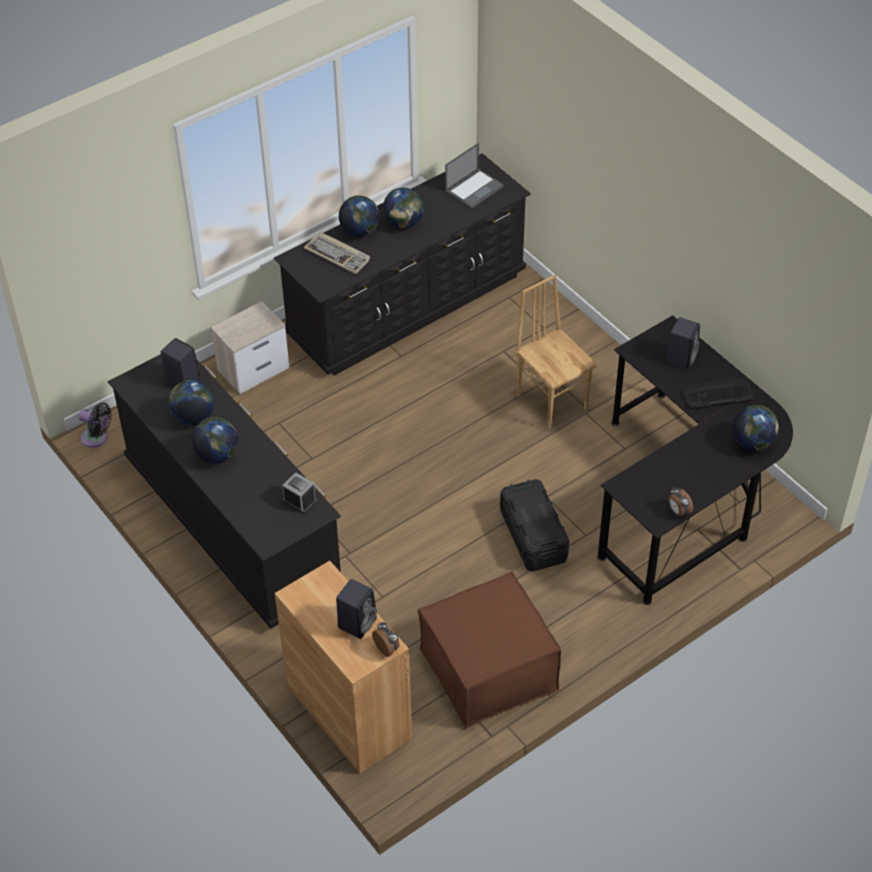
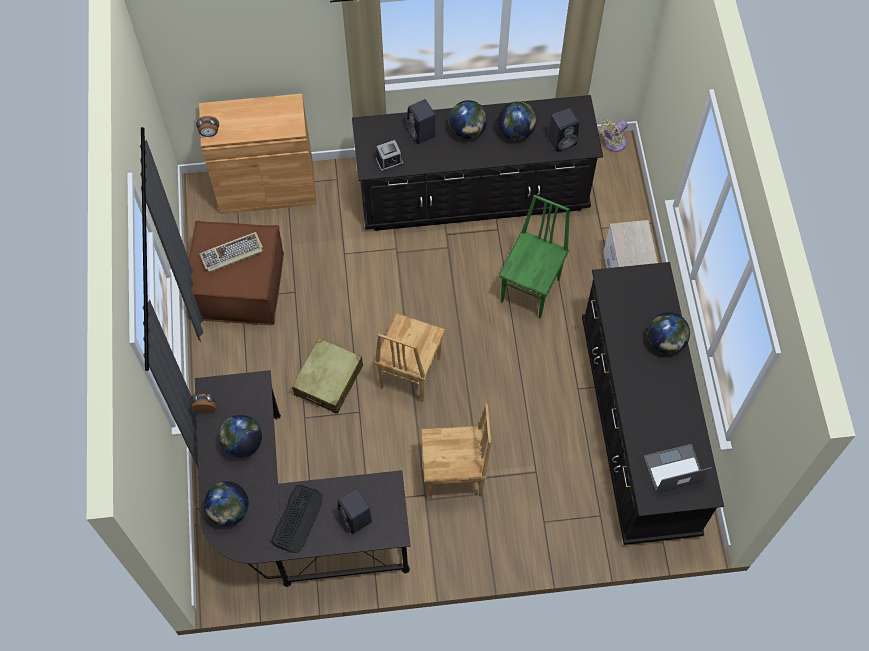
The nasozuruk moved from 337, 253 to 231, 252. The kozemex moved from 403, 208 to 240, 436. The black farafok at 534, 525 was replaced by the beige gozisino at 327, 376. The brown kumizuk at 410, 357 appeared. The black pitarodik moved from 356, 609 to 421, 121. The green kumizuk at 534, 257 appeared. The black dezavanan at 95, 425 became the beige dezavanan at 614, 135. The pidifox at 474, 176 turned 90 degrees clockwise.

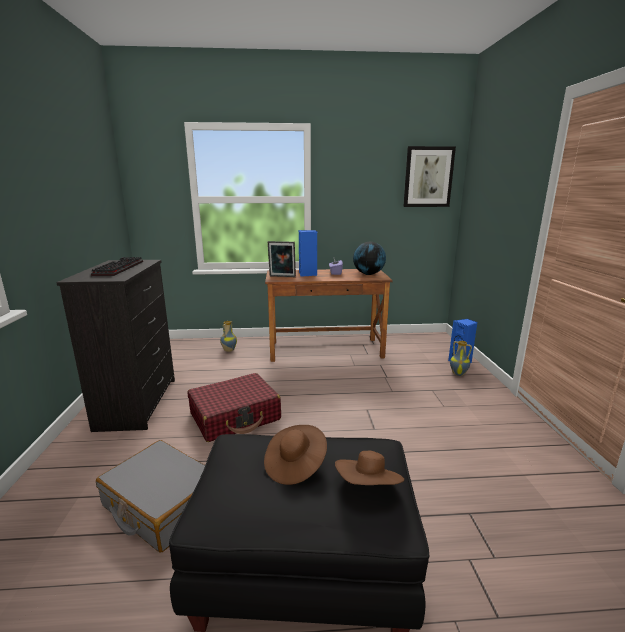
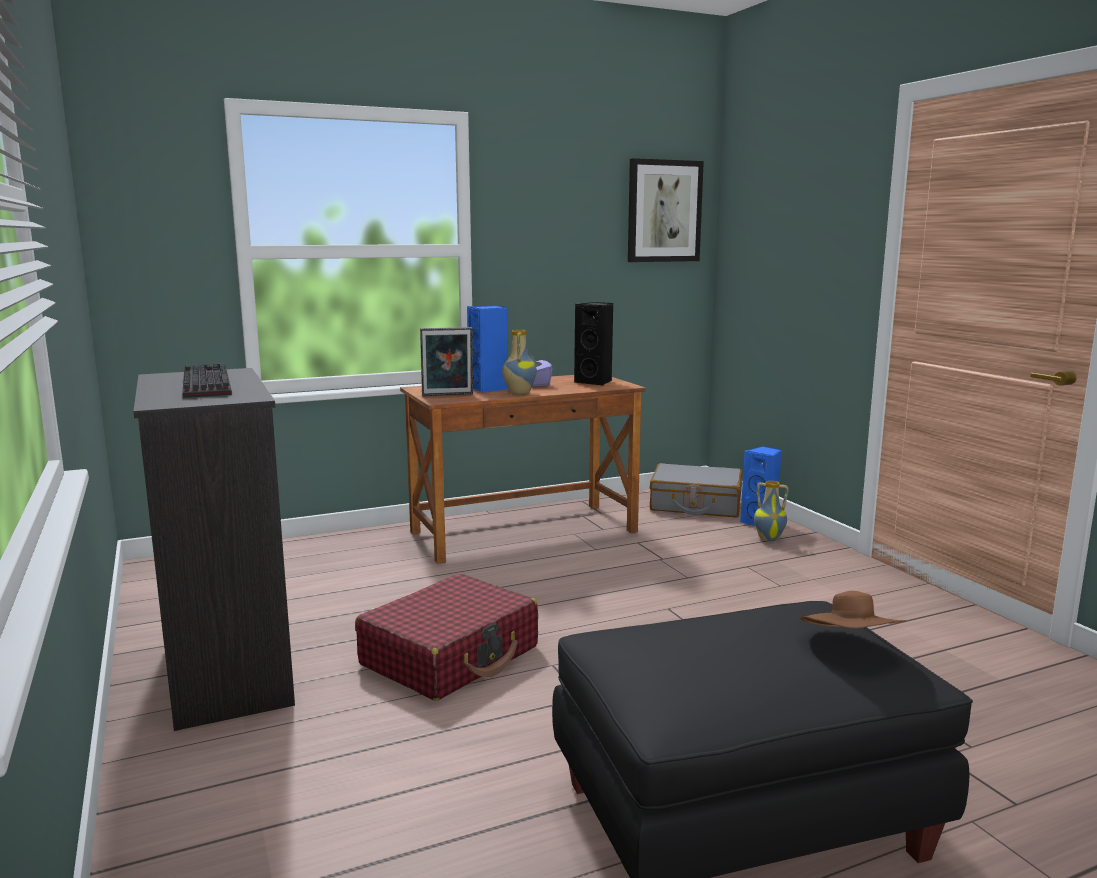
The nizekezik moved from 228, 336 to 519, 362. The kozemex at 369, 258 was replaced by the black pitarodik at 593, 343. The grey gozisino moved from 150, 496 to 696, 490. The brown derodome at 295, 455 disappeared.

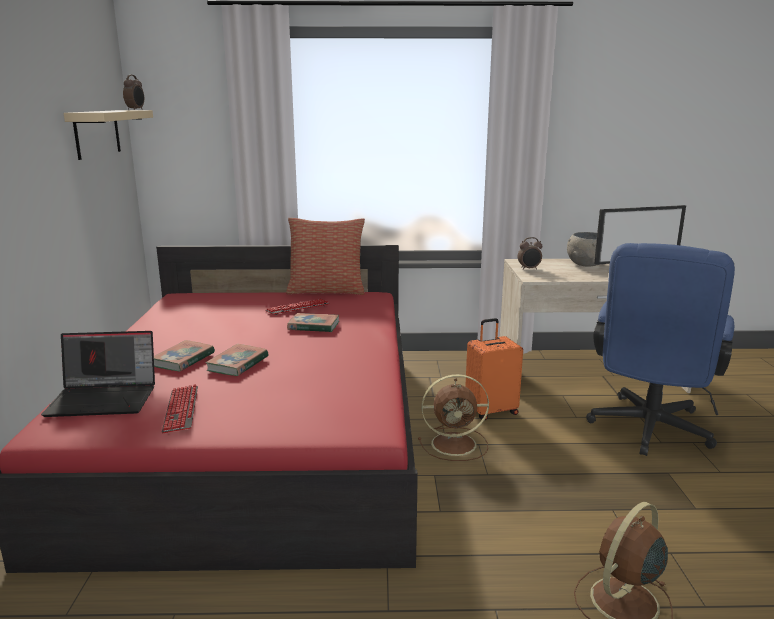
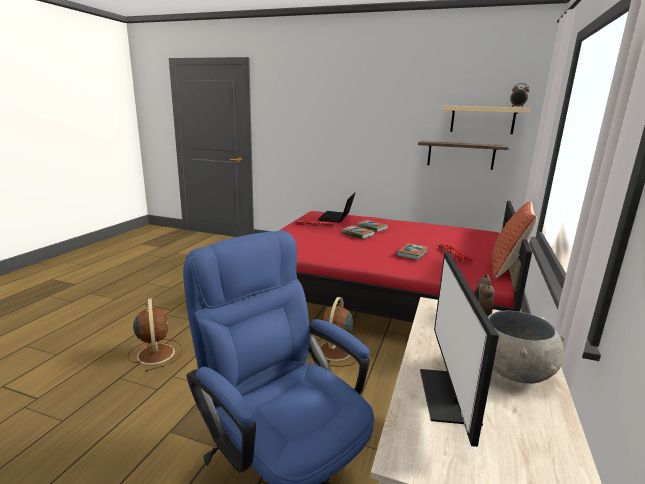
The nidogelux at 463, 155 appeared. The orange gozisino at 494, 369 disappeared.

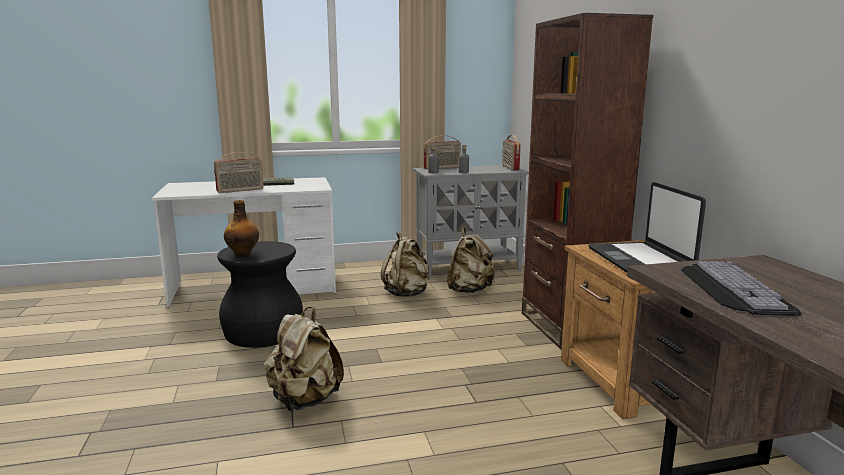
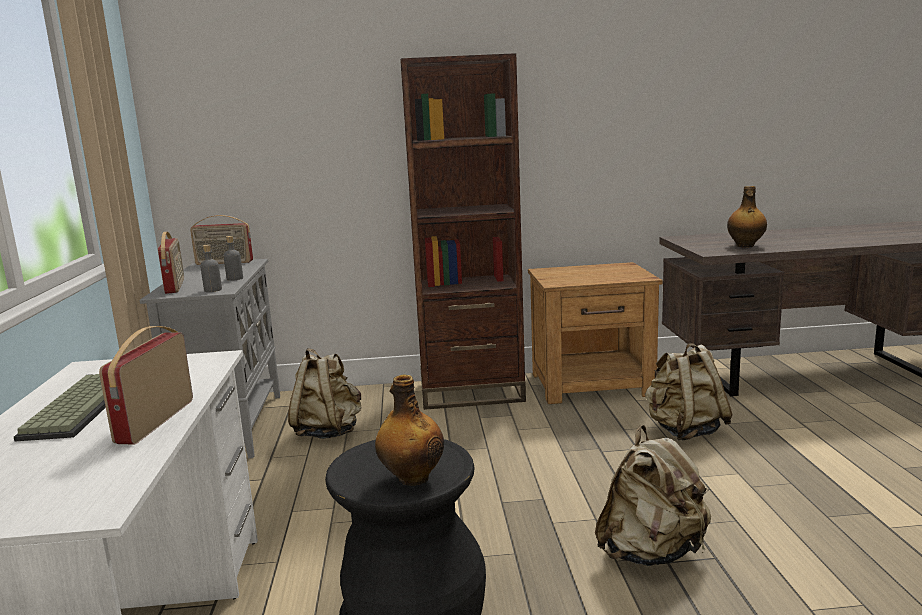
The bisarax at 239, 172 turned 150 degrees counterclockwise. The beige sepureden moved from 405, 264 to 688, 391. The nasozuruk at 741, 288 was replaced by the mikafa at 747, 217. The pidifox at 647, 227 disappeared.

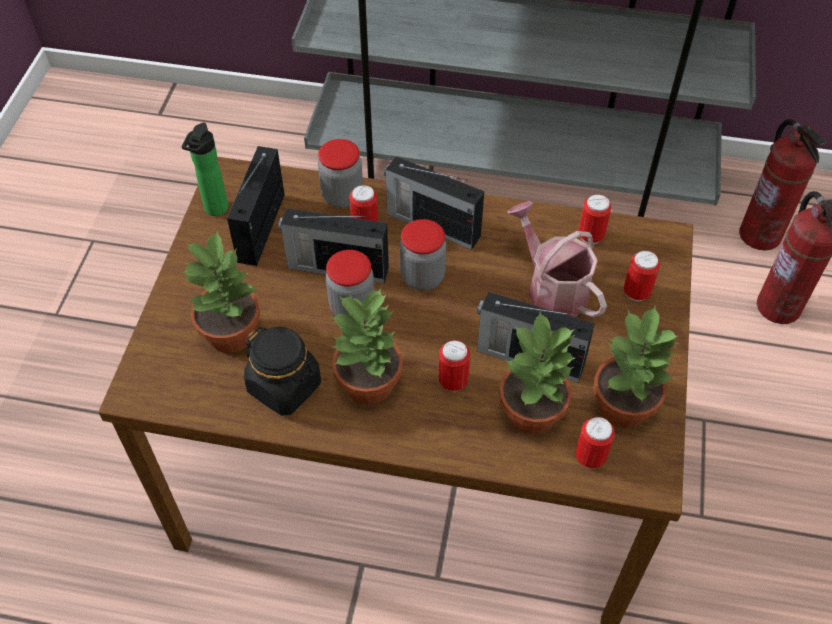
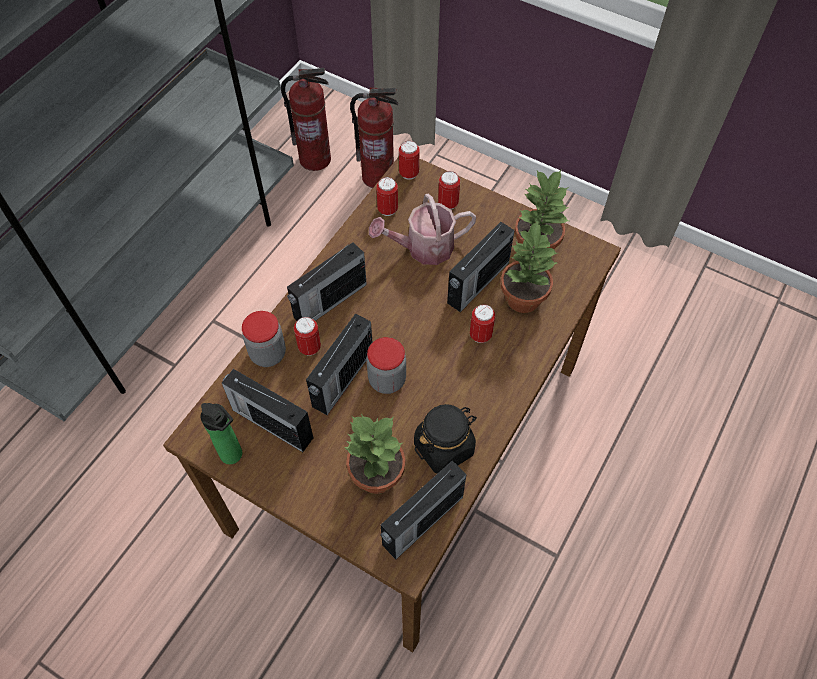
The bisarax at 423, 510 appeared. The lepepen moved from 595, 442 to 409, 160. The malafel at 367, 346 disappeared. The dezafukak at 423, 255 disappeared.

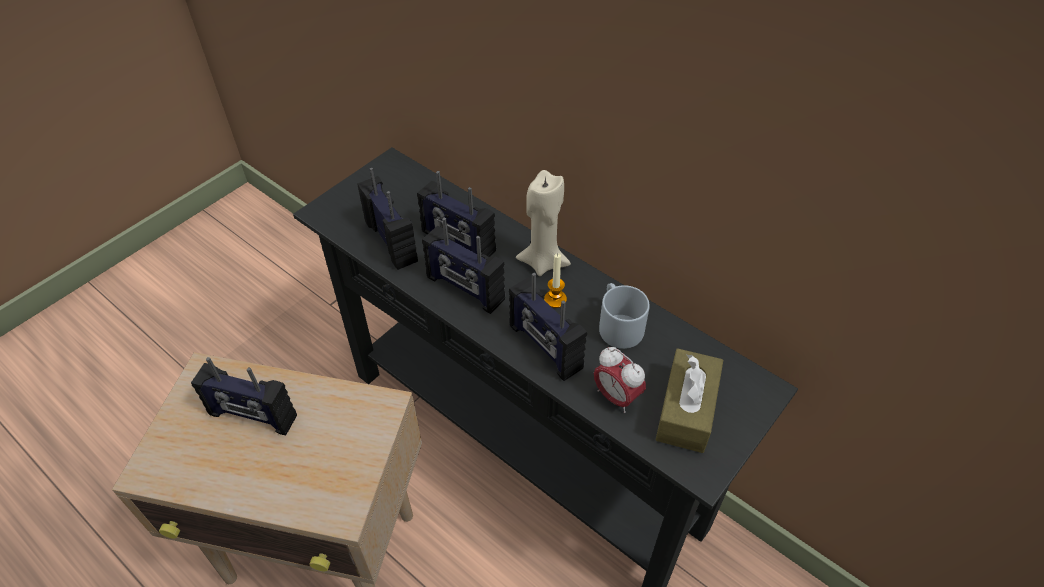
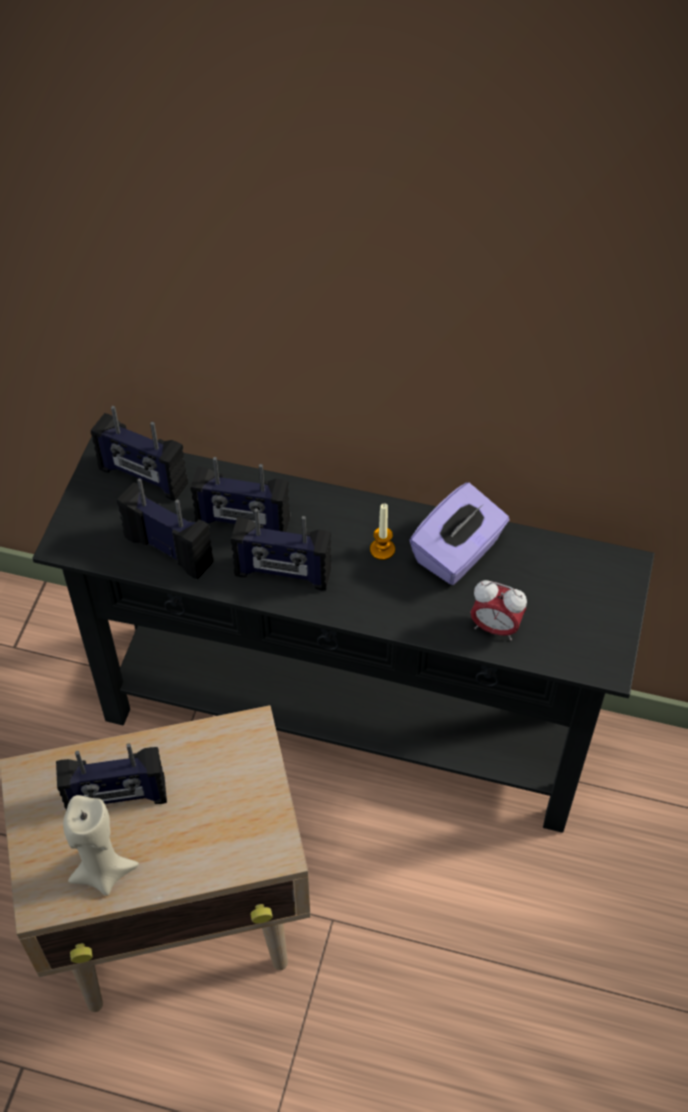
The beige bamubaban moved from 543, 223 to 101, 845. The bisarax moved from 548, 327 to 139, 453. The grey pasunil at 624, 316 was replaced by the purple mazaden at 460, 533. The brown mazaden at 689, 400 disappeared.

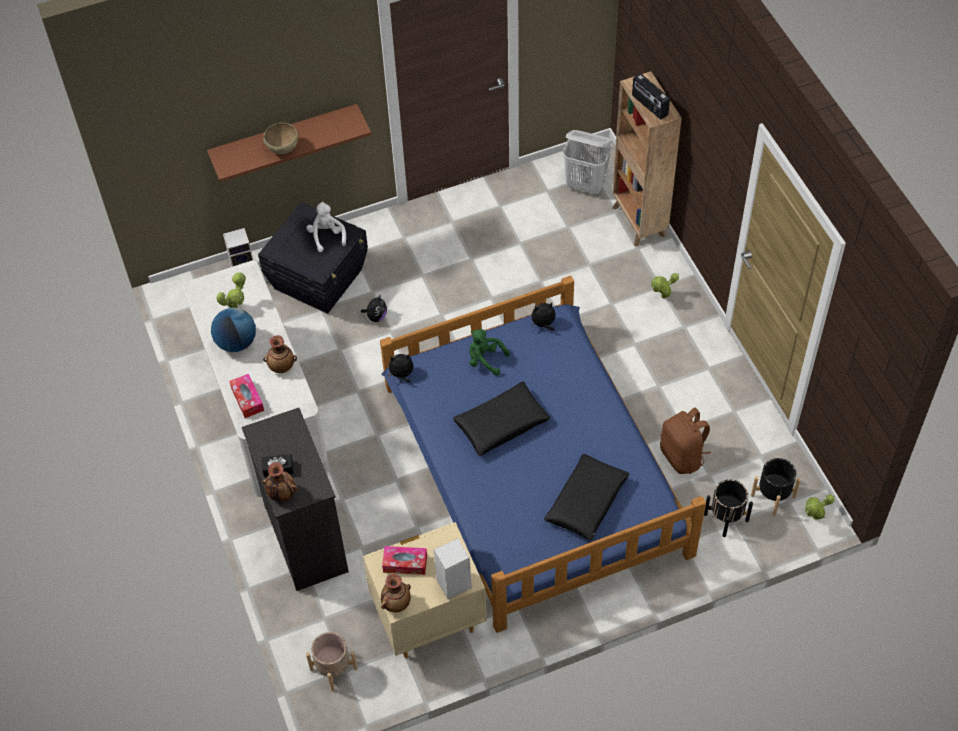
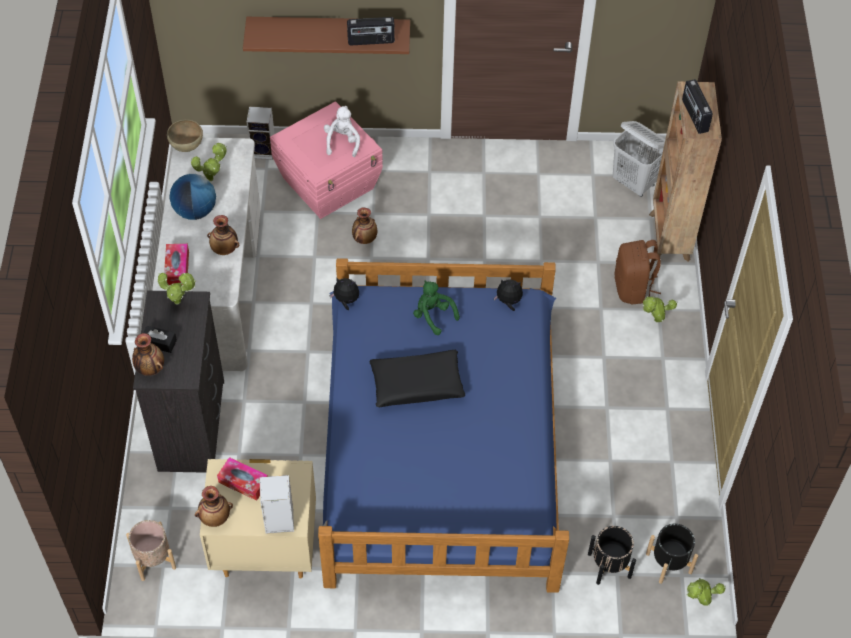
The malafel at 177, 288 appeared. The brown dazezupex moved from 280, 138 to 185, 135. The black farafok at 313, 258 became the pink farafok at 326, 160. The bisarax at 371, 31 appeared. The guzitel at 374, 308 was replaced by the nizekezik at 364, 226. The brown sepureden moved from 685, 441 to 637, 272. The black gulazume at 587, 497 disappeared.

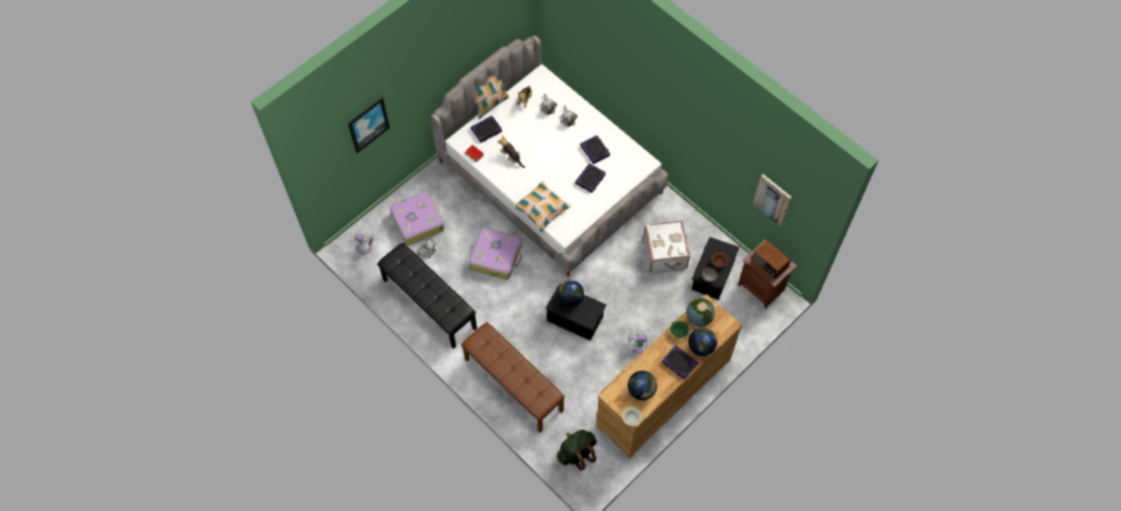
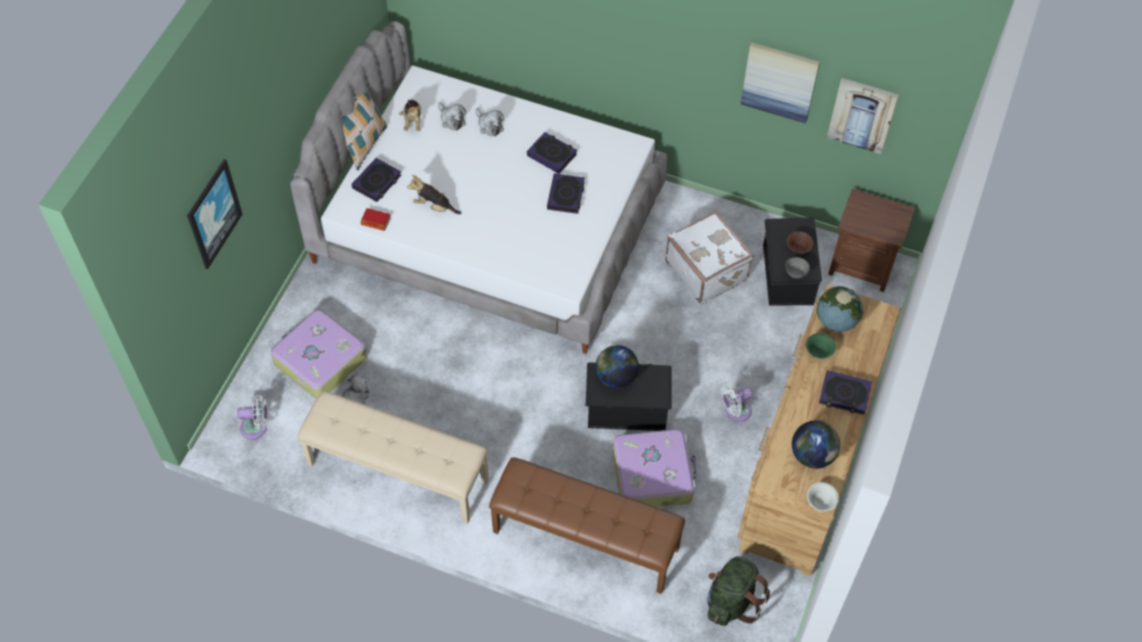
The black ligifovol at 427, 296 became the beige ligifovol at 393, 457. The gozisino moved from 495, 254 to 655, 468. The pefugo at 780, 83 appeared. The gulazume at 542, 206 disappeared. The kozemex at 702, 341 disappeared. The bisarax at 771, 259 disappeared.

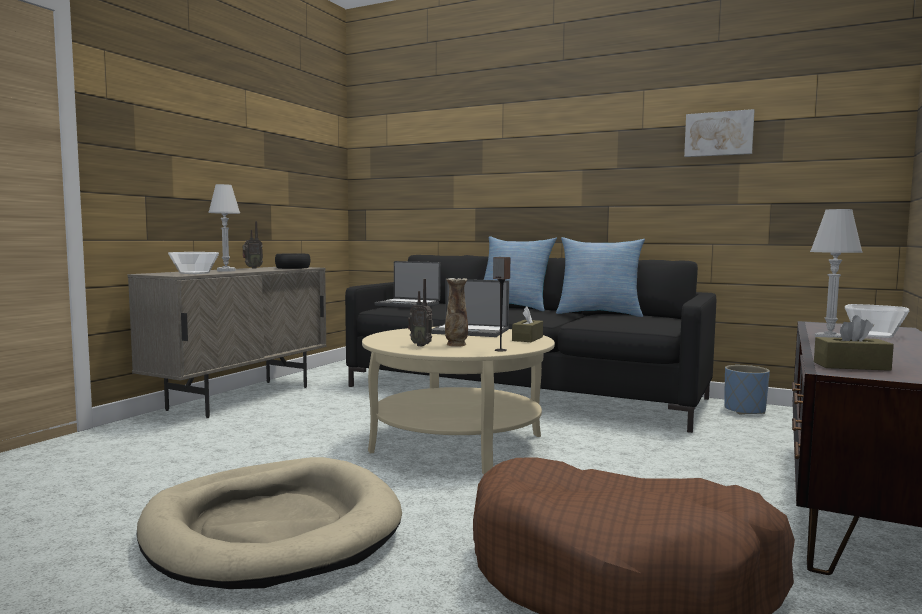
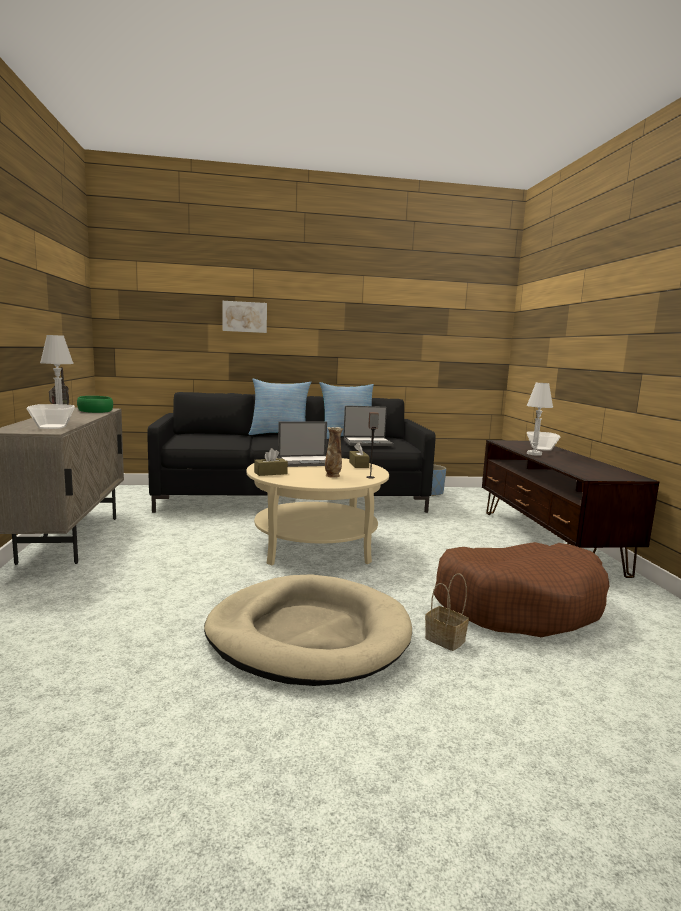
The black dazezupex at 292, 261 became the green dazezupex at 95, 404. The pefugo moved from 719, 133 to 244, 317. The brown mazaden moved from 854, 343 to 271, 462. The pidifox moved from 407, 284 to 368, 426. The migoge at 447, 612 appeared. The bisarax at 420, 312 disappeared.

